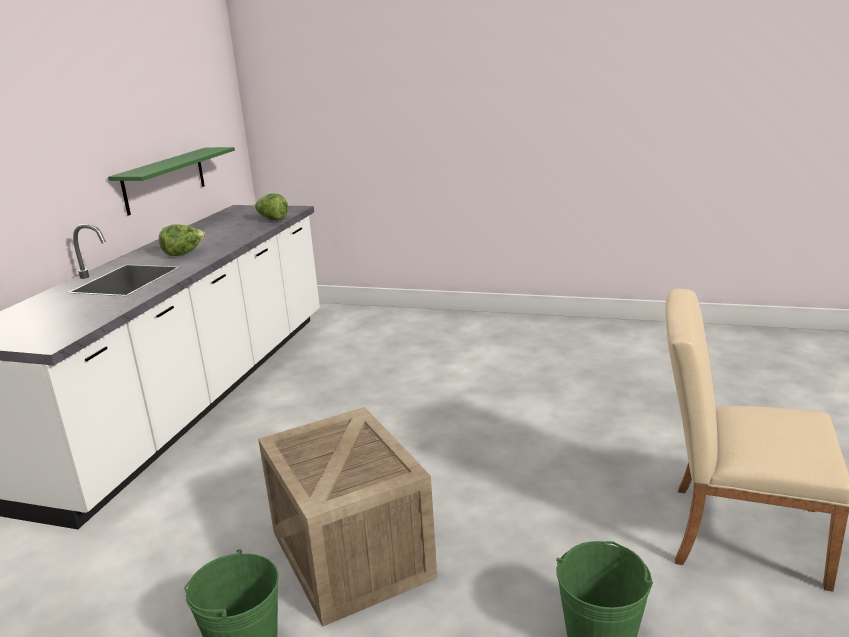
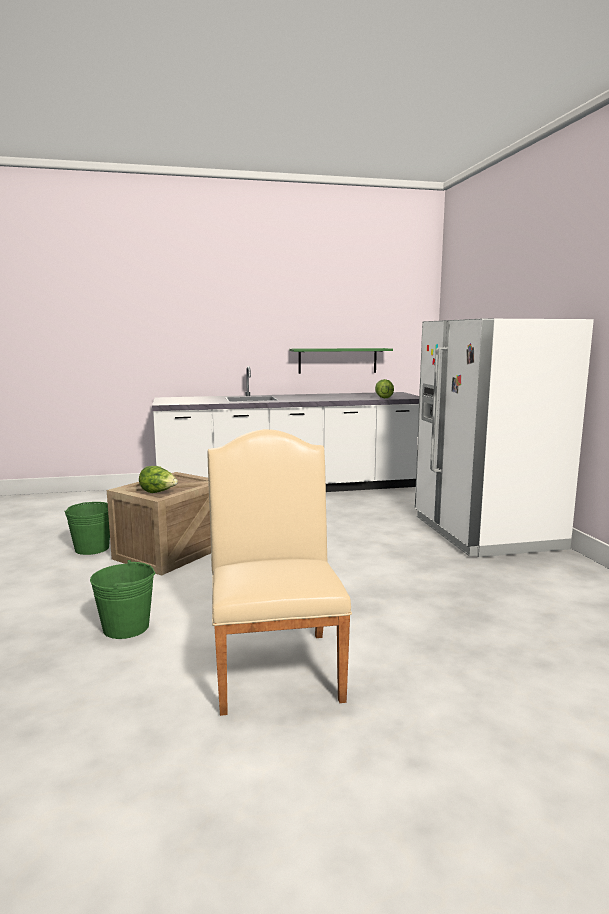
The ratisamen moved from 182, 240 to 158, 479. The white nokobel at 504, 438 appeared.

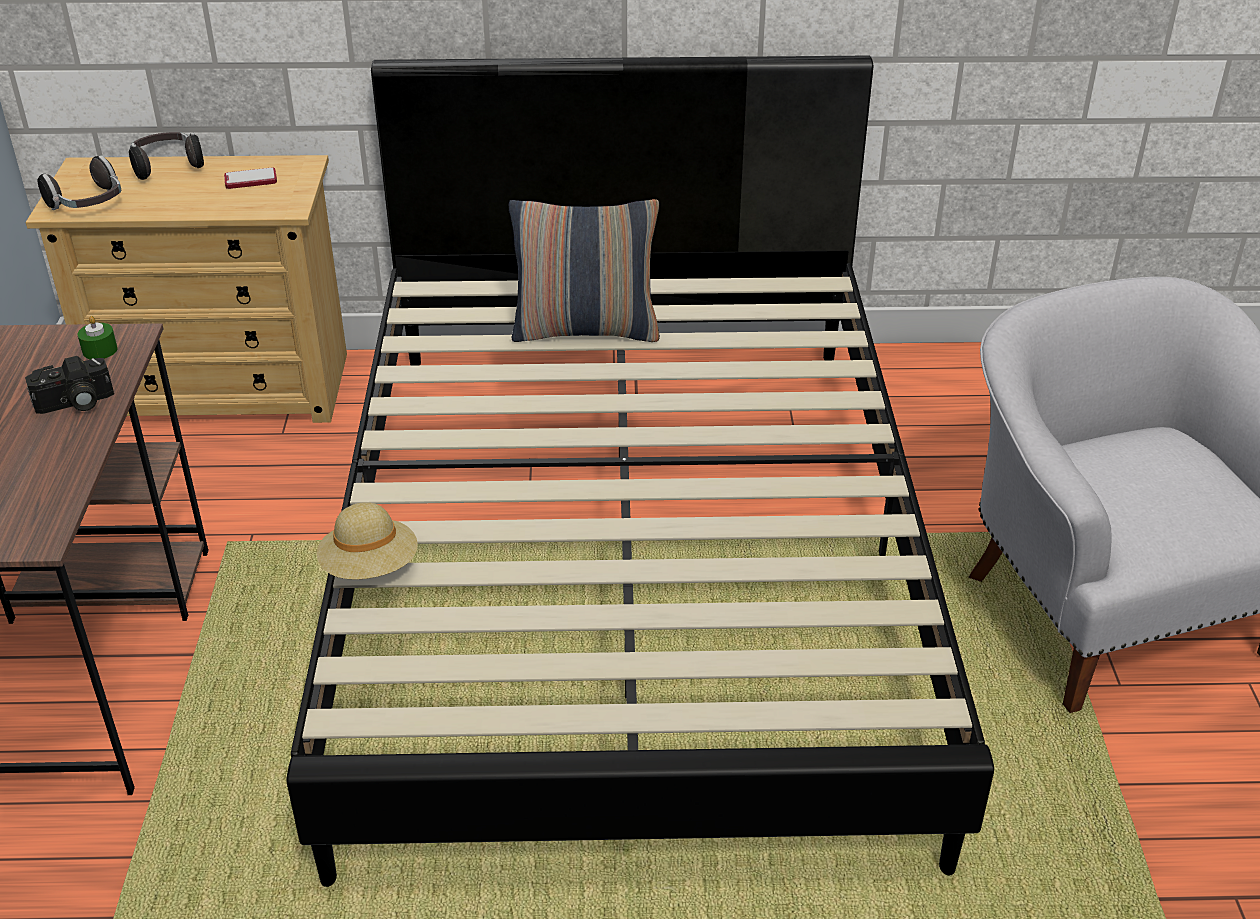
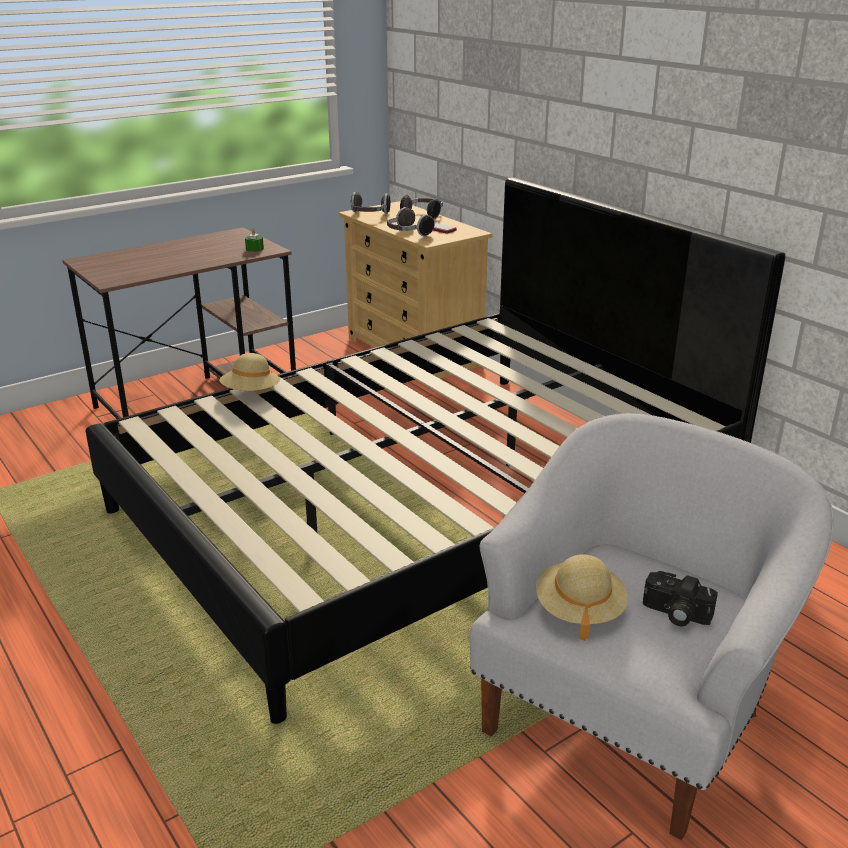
The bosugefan at 410, 221 appeared. The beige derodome at 582, 597 appeared. The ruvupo moved from 69, 385 to 680, 598. The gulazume at 584, 270 disappeared.

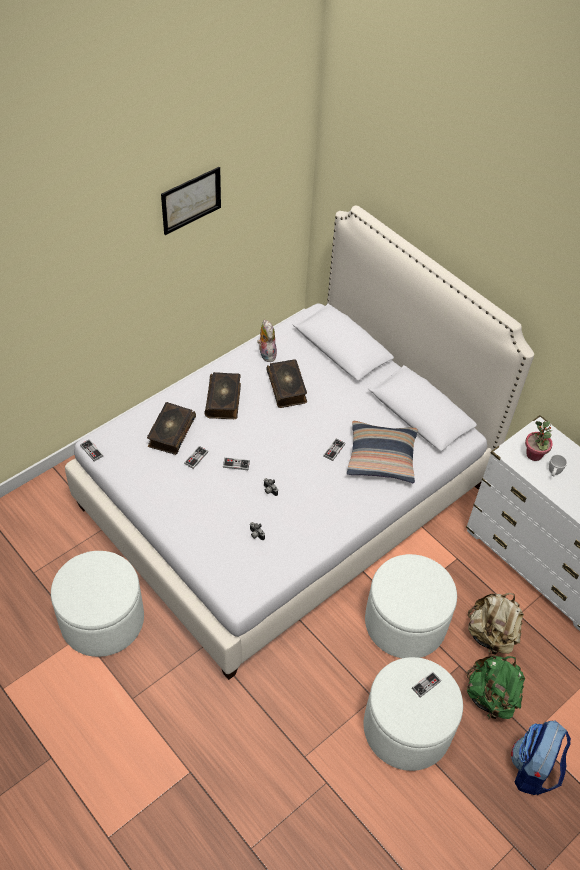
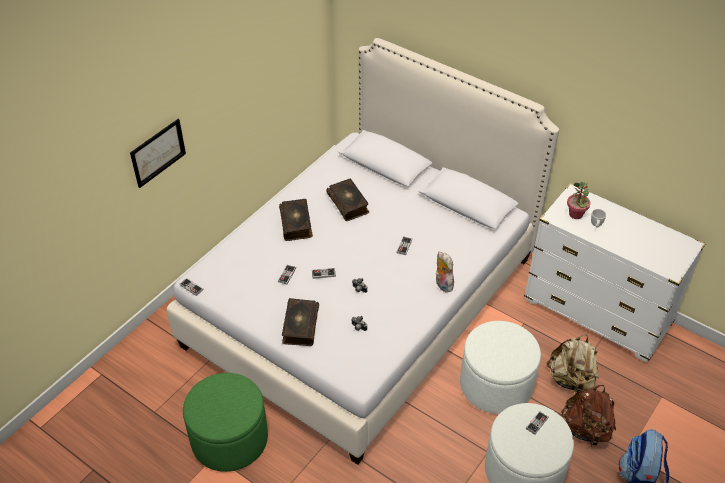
The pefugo moved from 191, 201 to 158, 153. The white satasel at 97, 604 became the green satasel at 225, 422. The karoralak moved from 171, 428 to 300, 322. The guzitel moved from 267, 340 to 445, 272. The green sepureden at 496, 687 became the brown sepureden at 588, 415. The gulazume at 382, 452 disappeared.

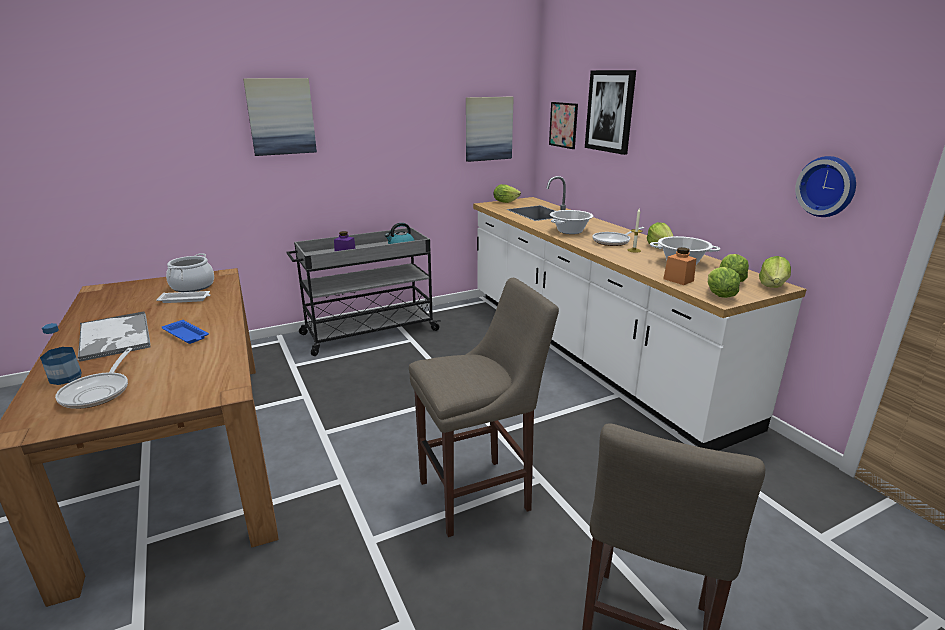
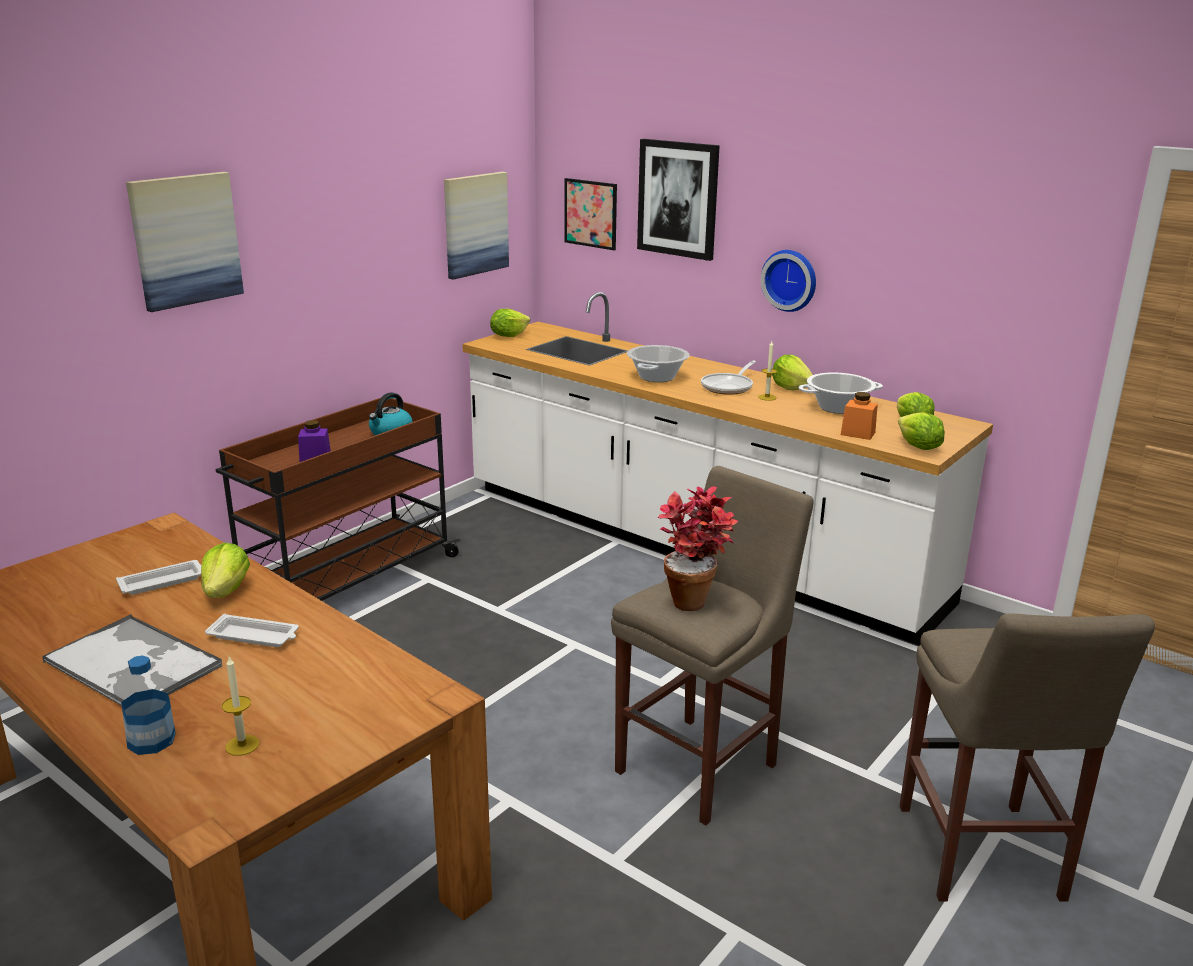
The ratisamen moved from 775, 272 to 225, 570. The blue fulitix at 185, 332 became the white fulitix at 252, 630. The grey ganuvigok at 364, 291 became the brown ganuvigok at 338, 499. The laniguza at 94, 378 was replaced by the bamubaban at 240, 706. The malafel at 698, 548 appeared. The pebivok moved from 825, 186 to 788, 281. The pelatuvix at 190, 272 disappeared.

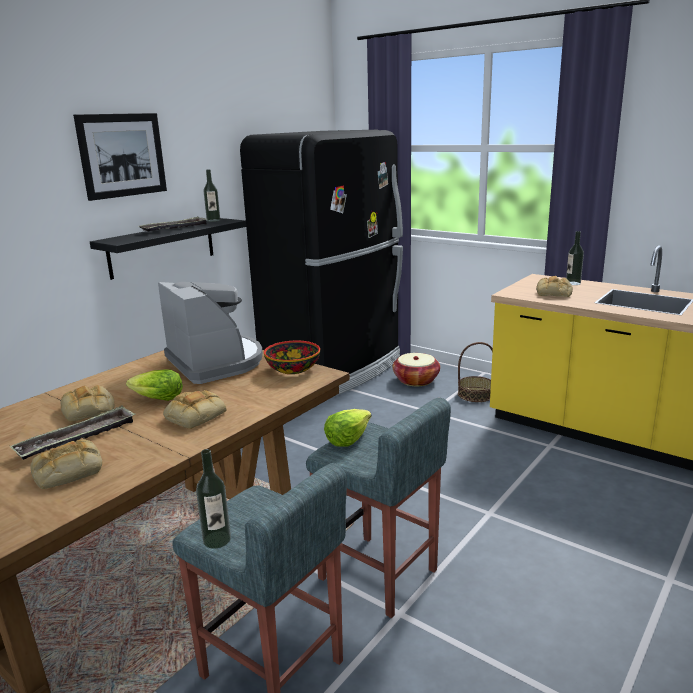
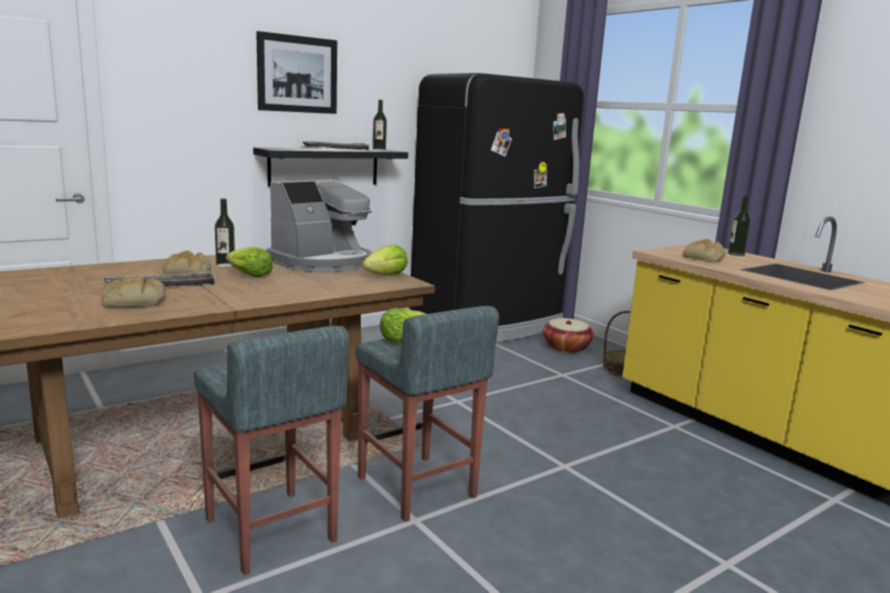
The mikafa moved from 213, 499 to 225, 233. The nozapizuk at 210, 333 turned 60 degrees clockwise. The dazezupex at 292, 357 was replaced by the ratisamen at 385, 260. The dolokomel at 195, 409 disappeared.

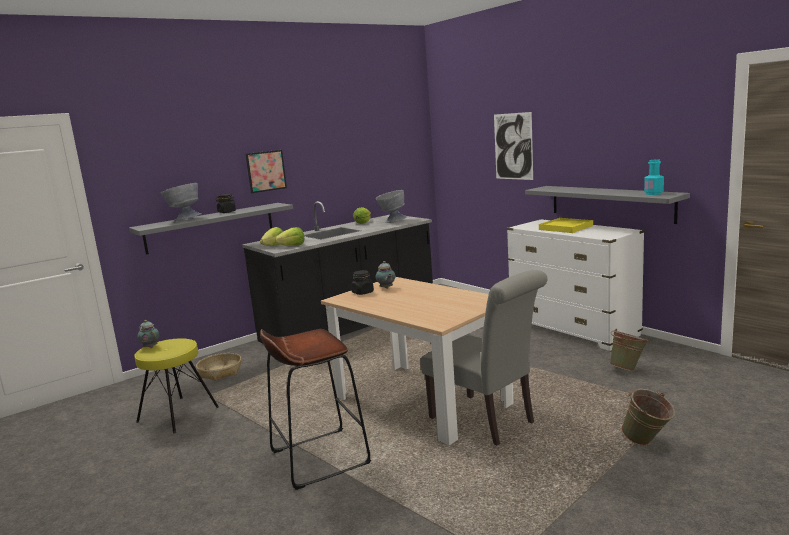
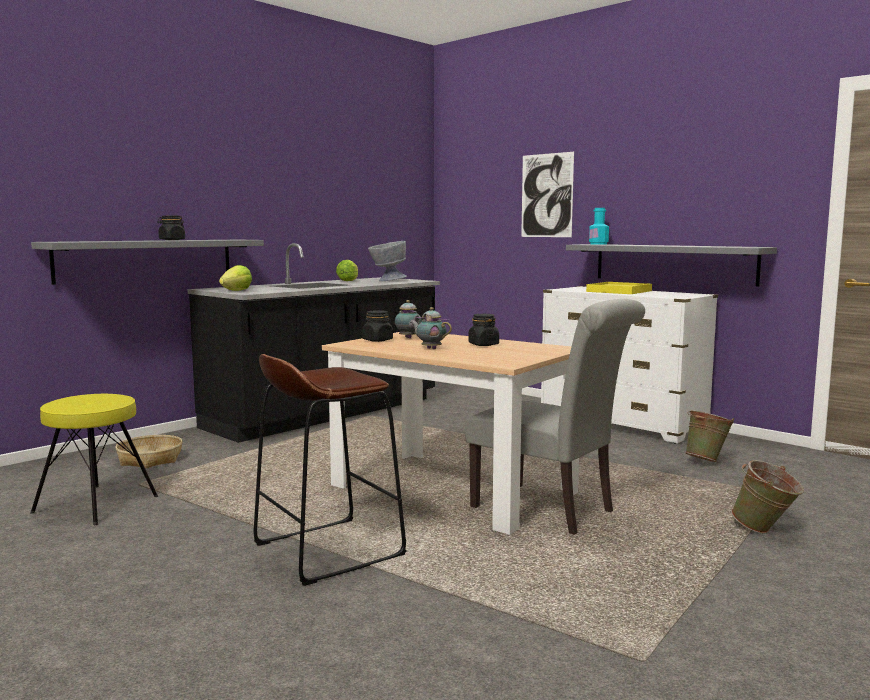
The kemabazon moved from 148, 334 to 431, 328. The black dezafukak at 483, 330 appeared. The turquoise mikafa moved from 654, 177 to 599, 226. The grey dazezupex at 181, 202 disappeared. The pefugo at 266, 171 disappeared. The ratisamen at 289, 236 disappeared.

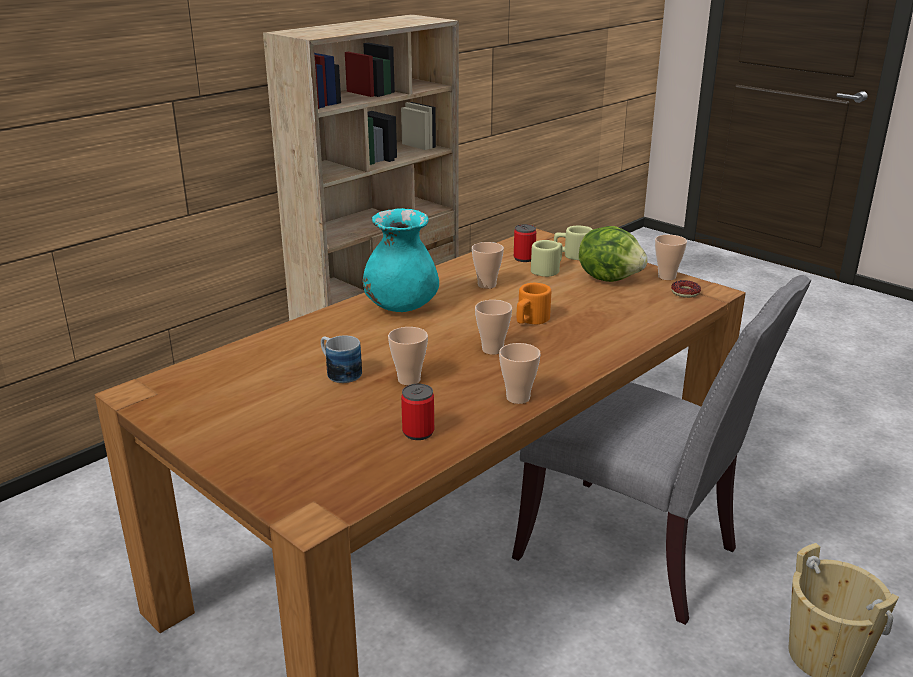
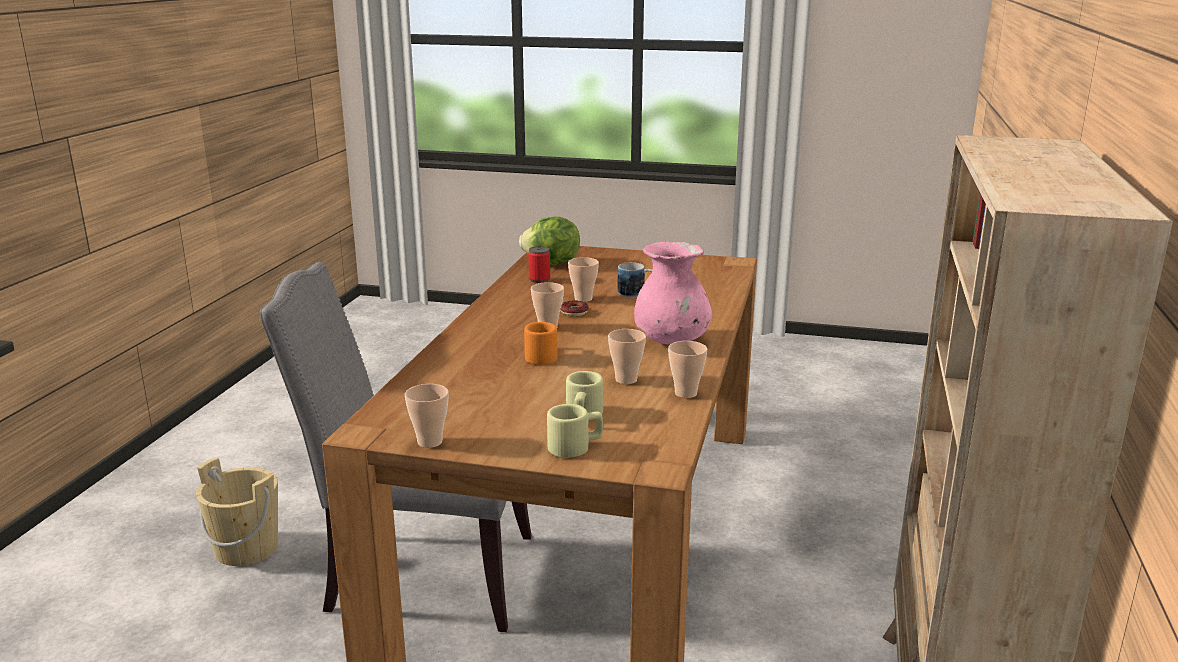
The ratisamen moved from 613, 254 to 549, 240. The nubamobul moved from 686, 289 to 574, 308. The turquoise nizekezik at 401, 260 became the pink nizekezik at 673, 292. The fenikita moved from 520, 373 to 687, 369. The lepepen at 525, 243 disappeared.

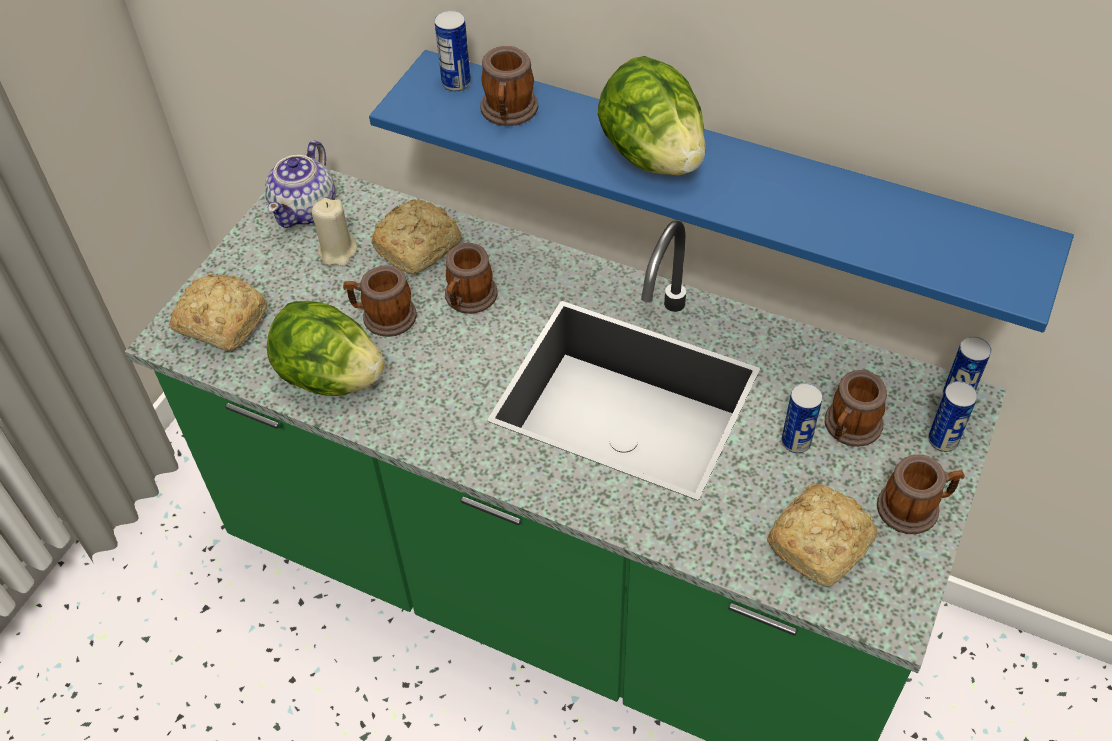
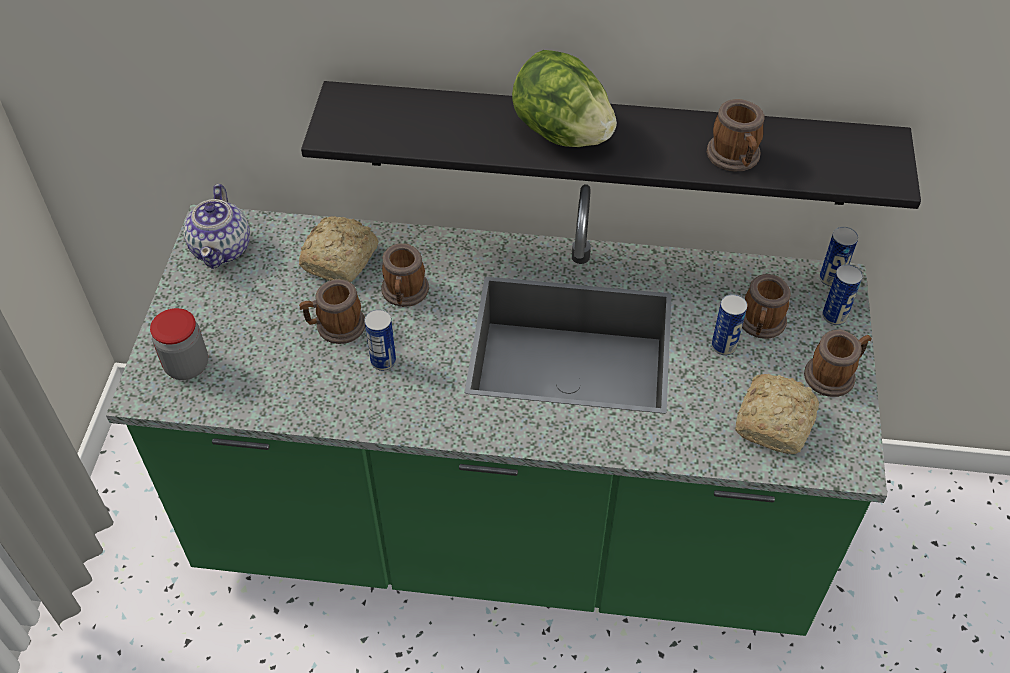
The dolokomel at 218, 312 was replaced by the dezafukak at 179, 344. The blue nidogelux at 721, 191 became the black nidogelux at 611, 145. The lepepen moved from 452, 51 to 380, 340. The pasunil moved from 509, 86 to 736, 135. The ratisamen at 326, 348 disappeared. The beige bamubaban at 334, 232 disappeared.

